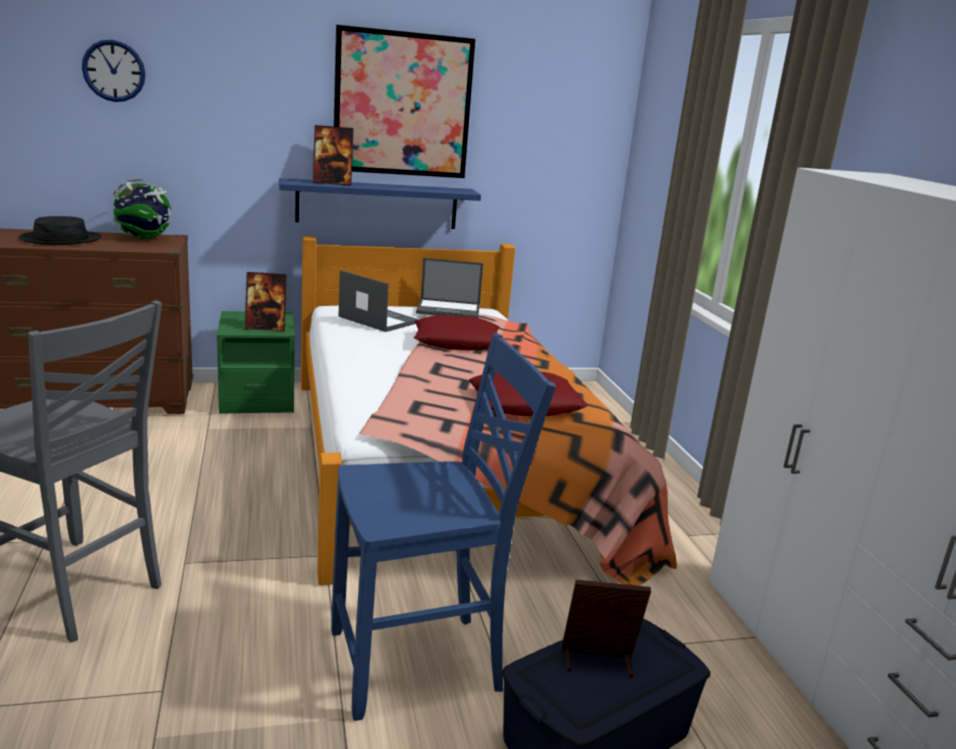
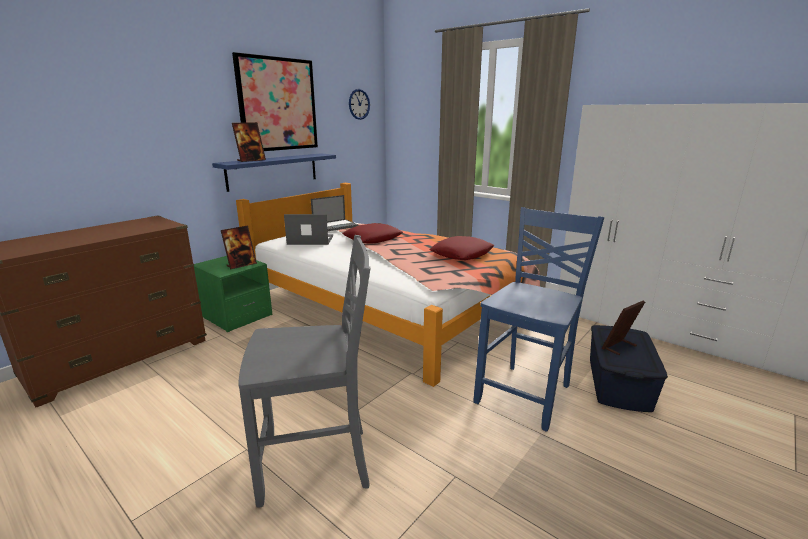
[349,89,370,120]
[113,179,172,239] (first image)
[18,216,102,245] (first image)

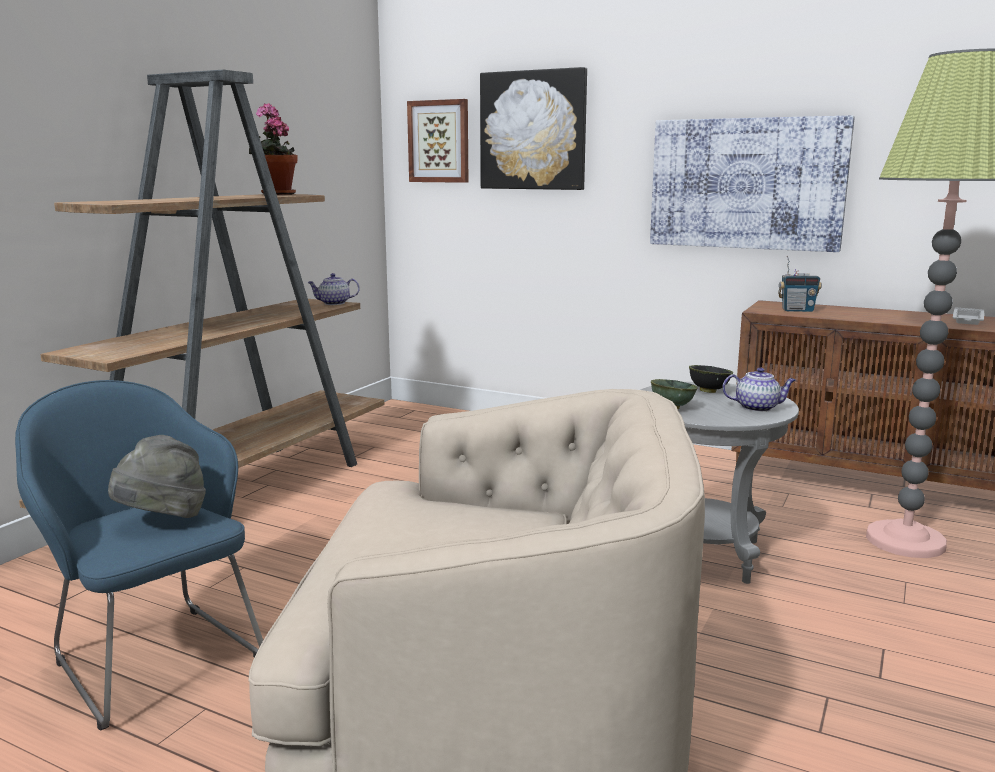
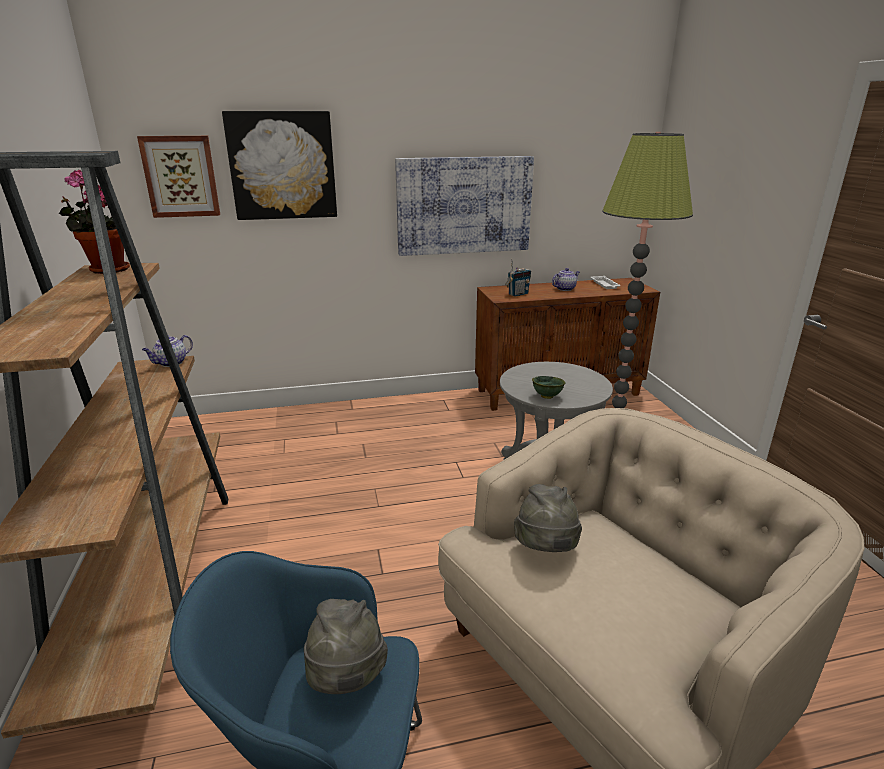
[689,365,733,393] (first image)
[552,268,579,291]
[514,484,582,552]

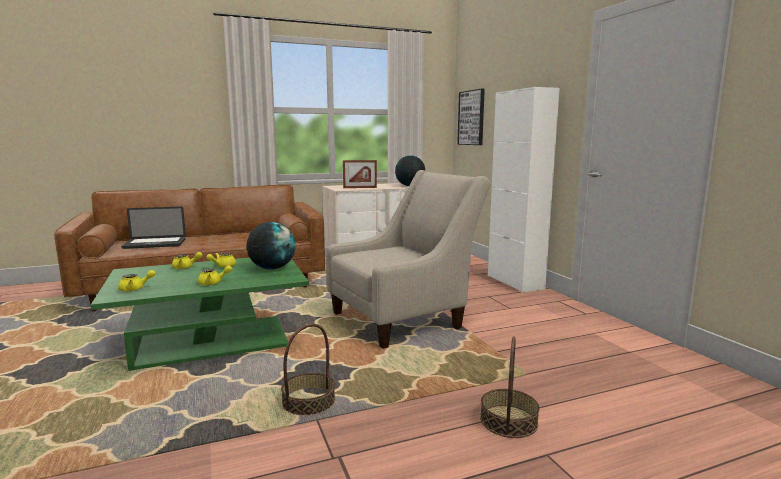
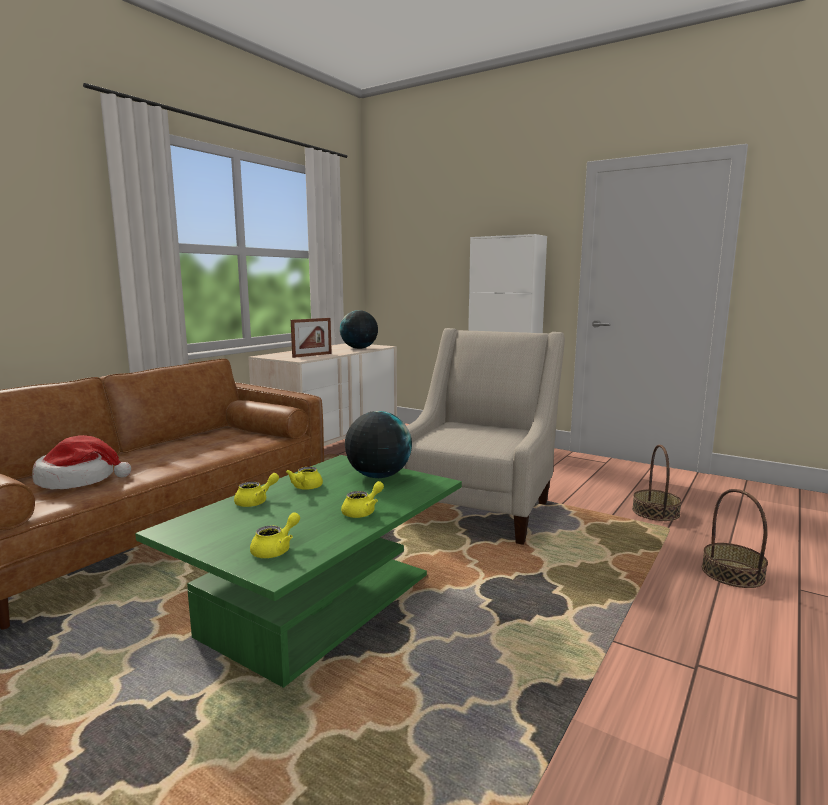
[457,88,485,145] (first image)
[32,435,131,489]
[632,445,682,521]

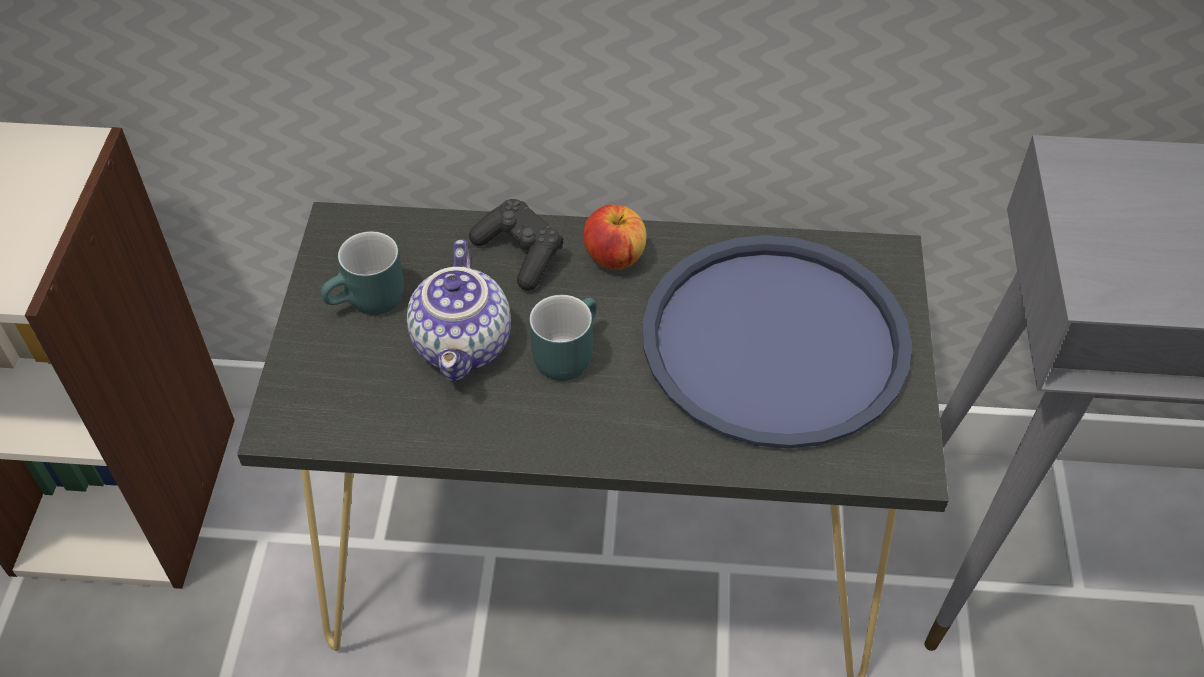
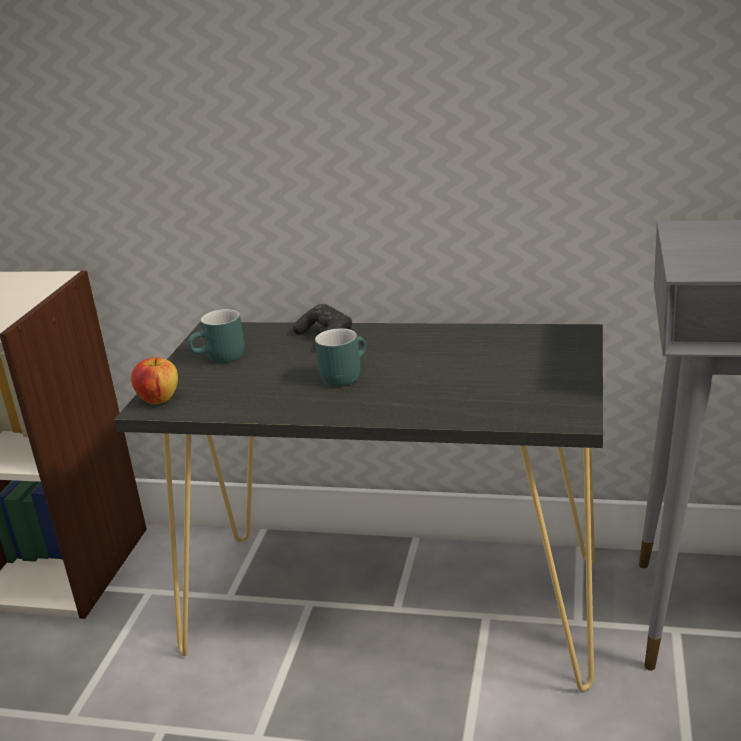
[131,357,178,404]
[642,235,912,448] (first image)
[407,240,511,381] (first image)

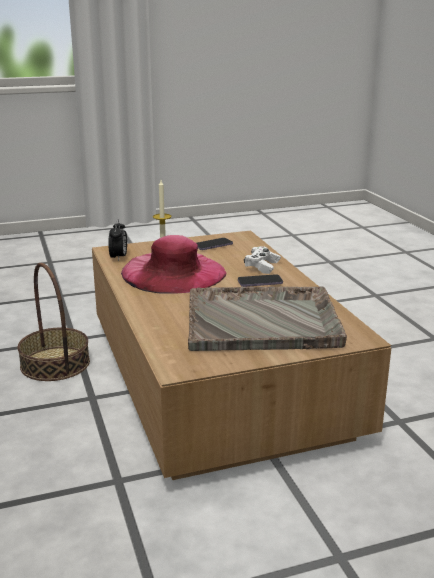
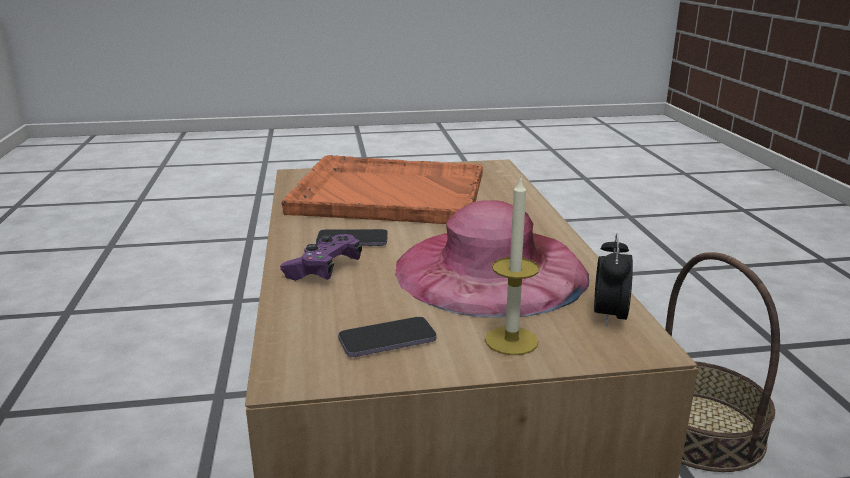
[280,234,362,281]
[281,155,483,224]

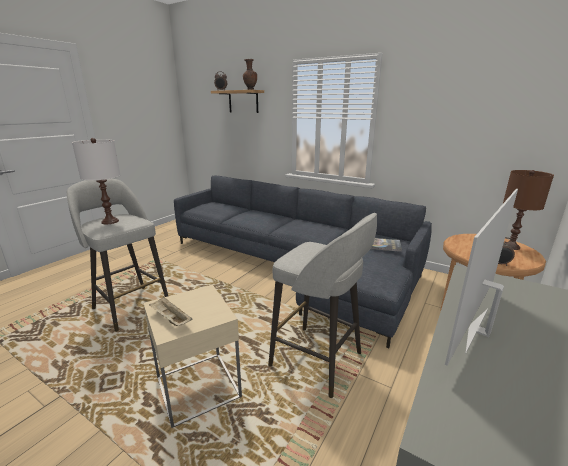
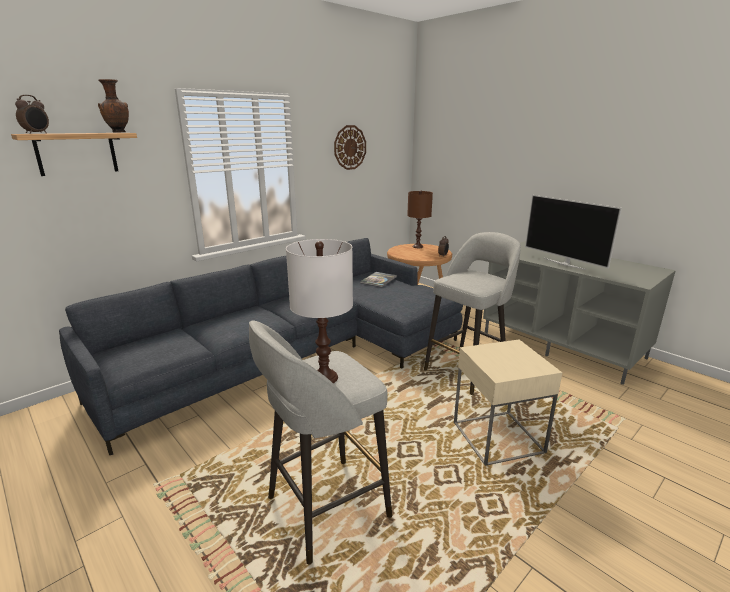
[149,297,192,326] (first image)
[334,125,366,170]

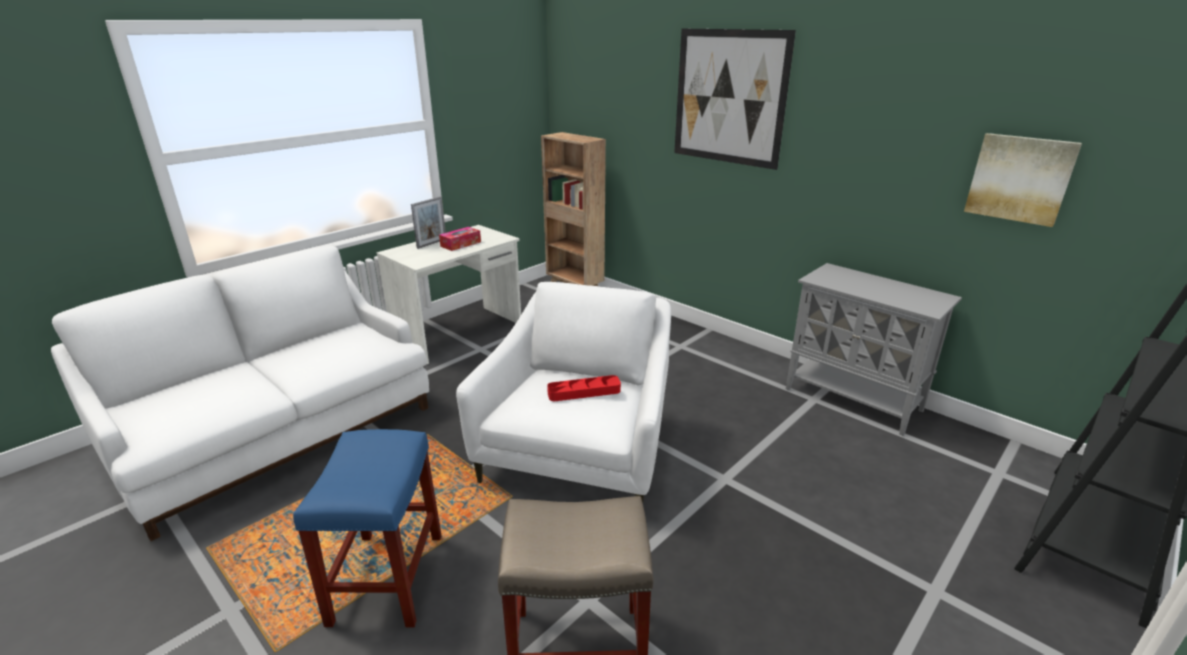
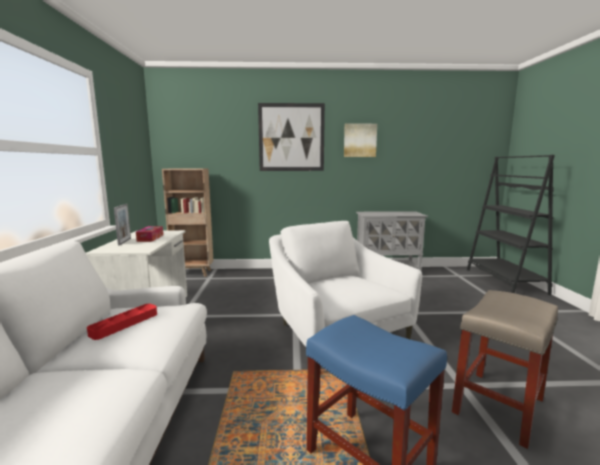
[344,124,377,157]
[87,304,157,340]

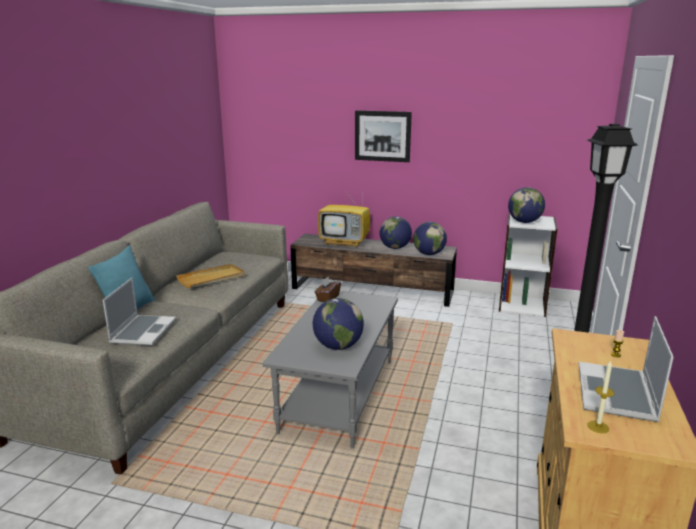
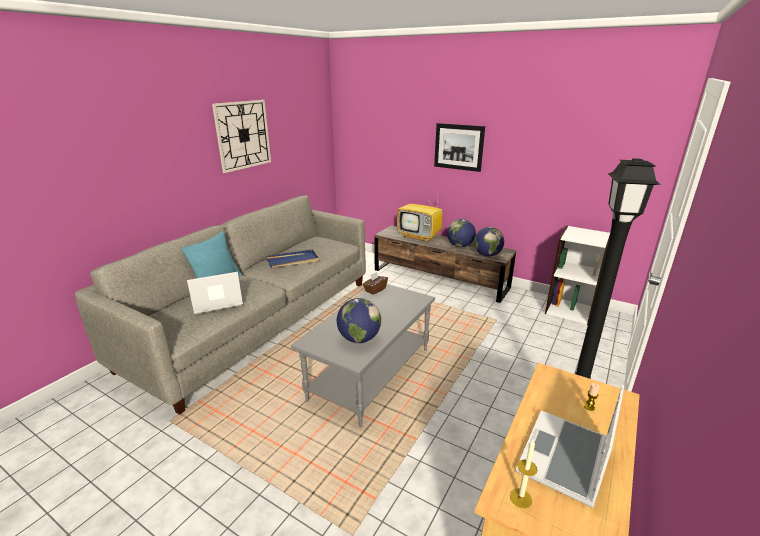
[508,187,545,223] (first image)
[266,250,319,268]
[187,272,243,314]
[212,100,271,173]

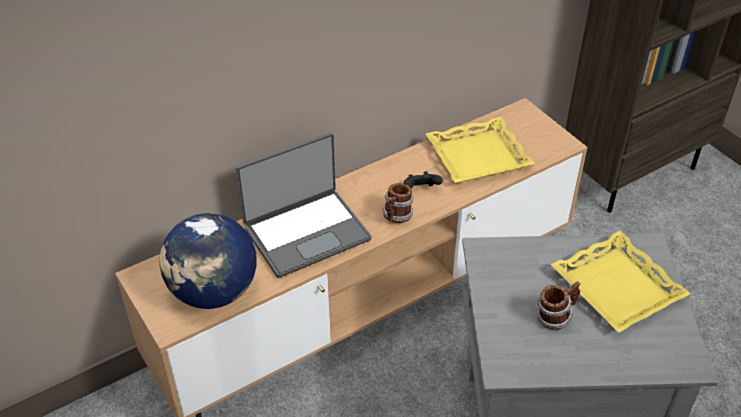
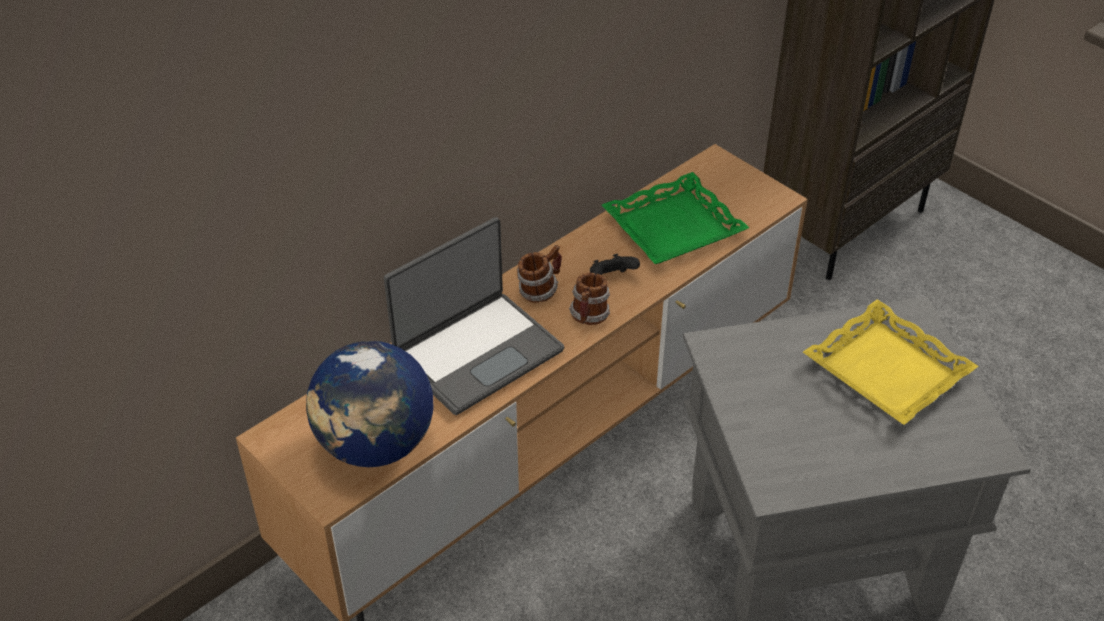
[602,172,749,264]
[517,245,562,303]

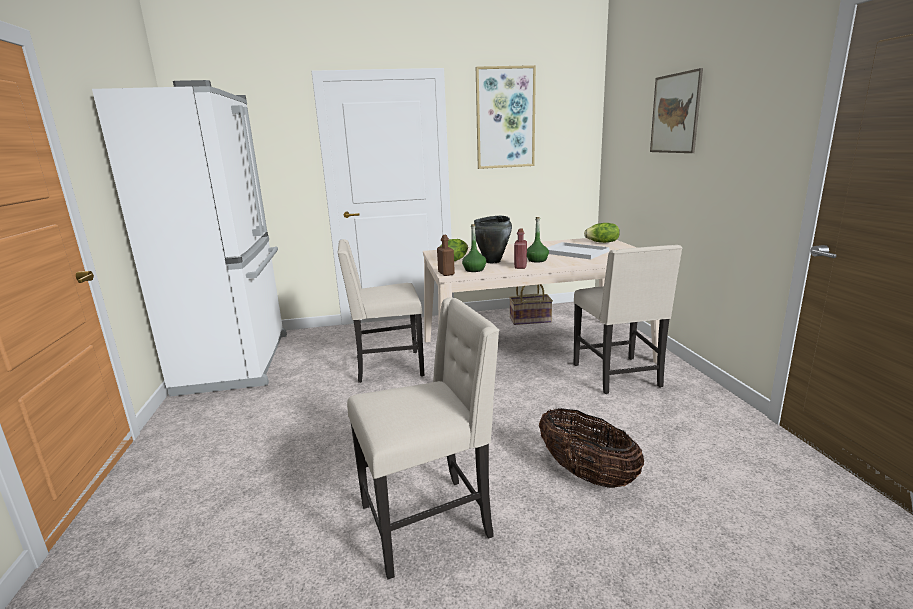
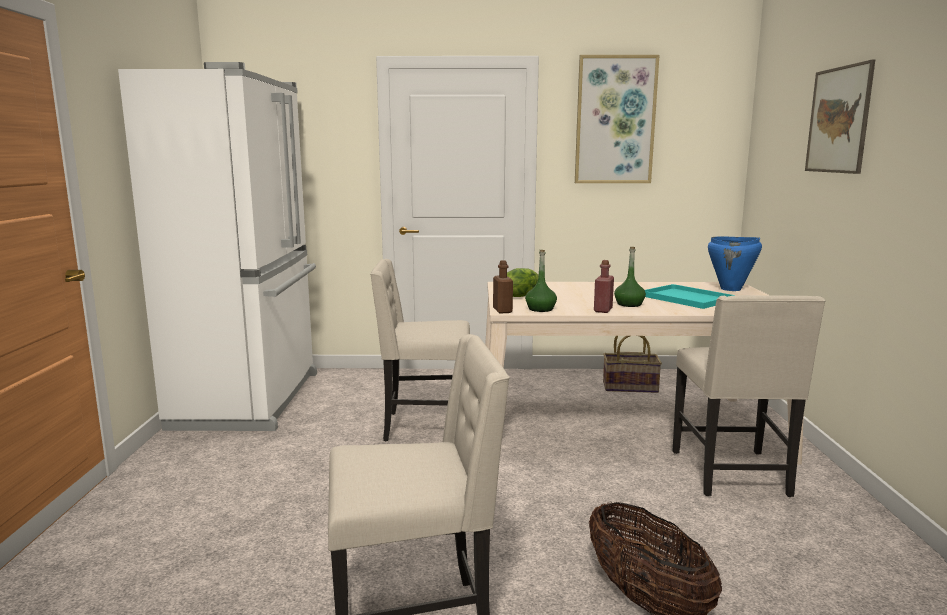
[474,216,512,263] (first image)
[708,237,762,291]
[645,284,735,309]

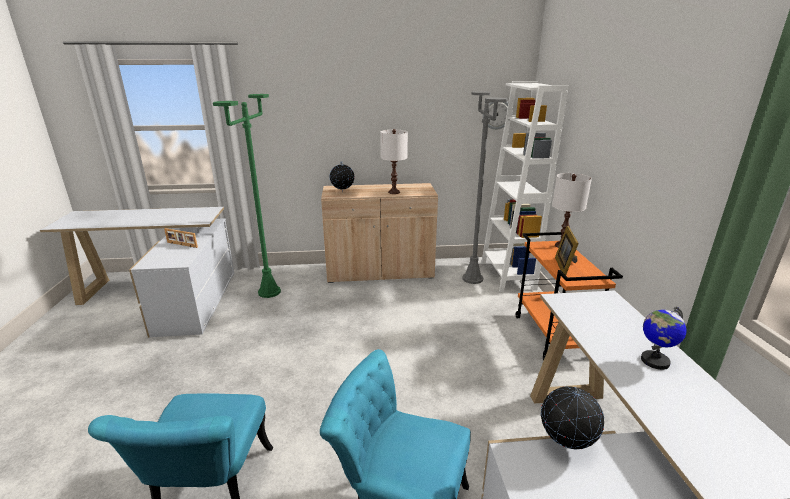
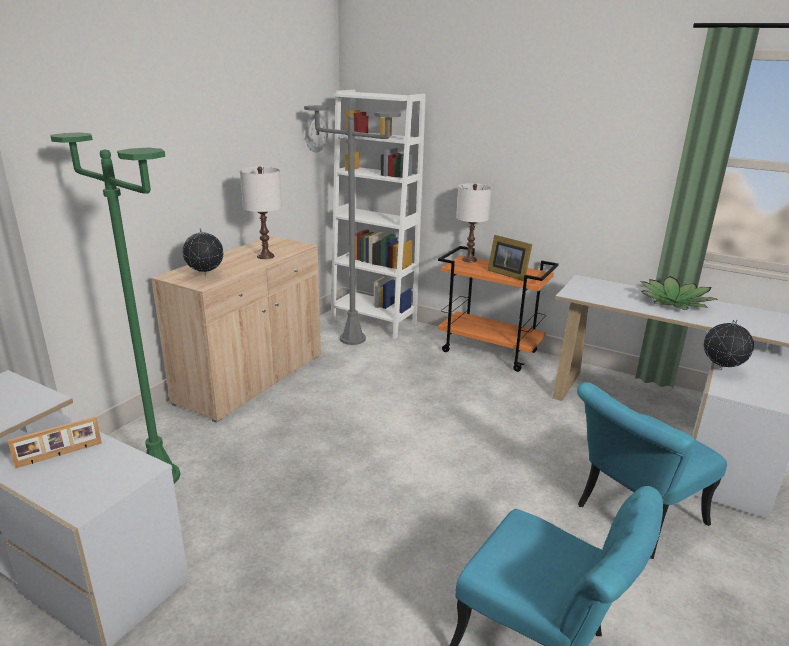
[640,276,717,310]

